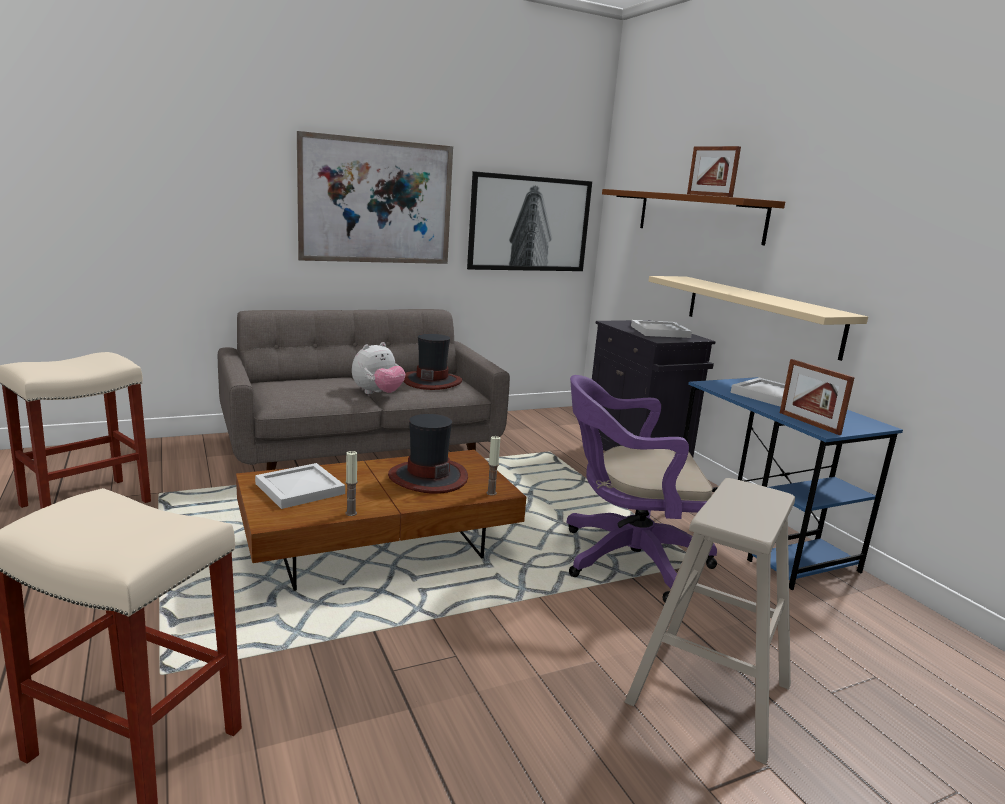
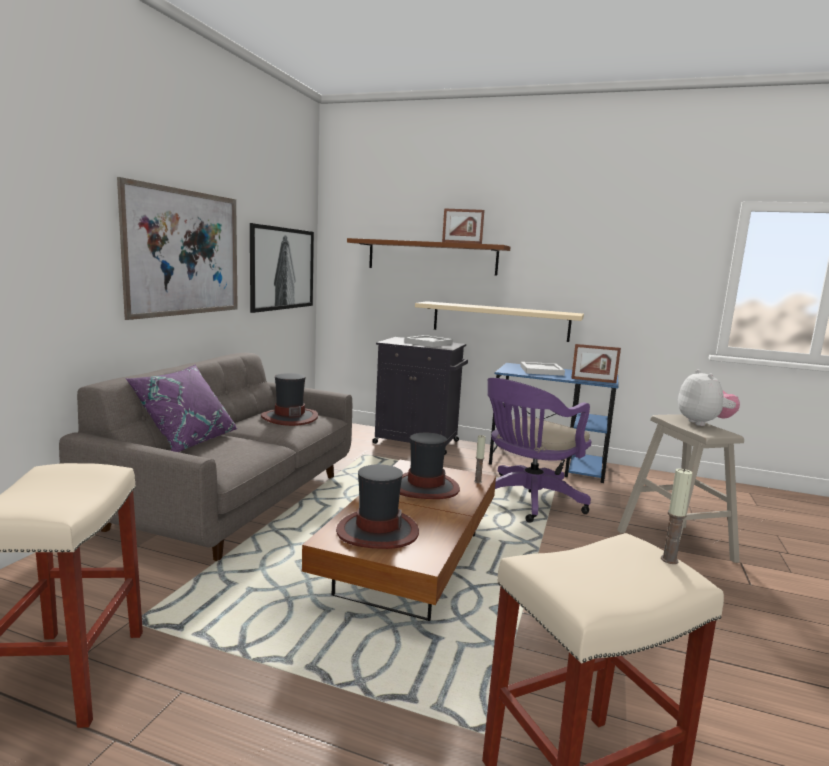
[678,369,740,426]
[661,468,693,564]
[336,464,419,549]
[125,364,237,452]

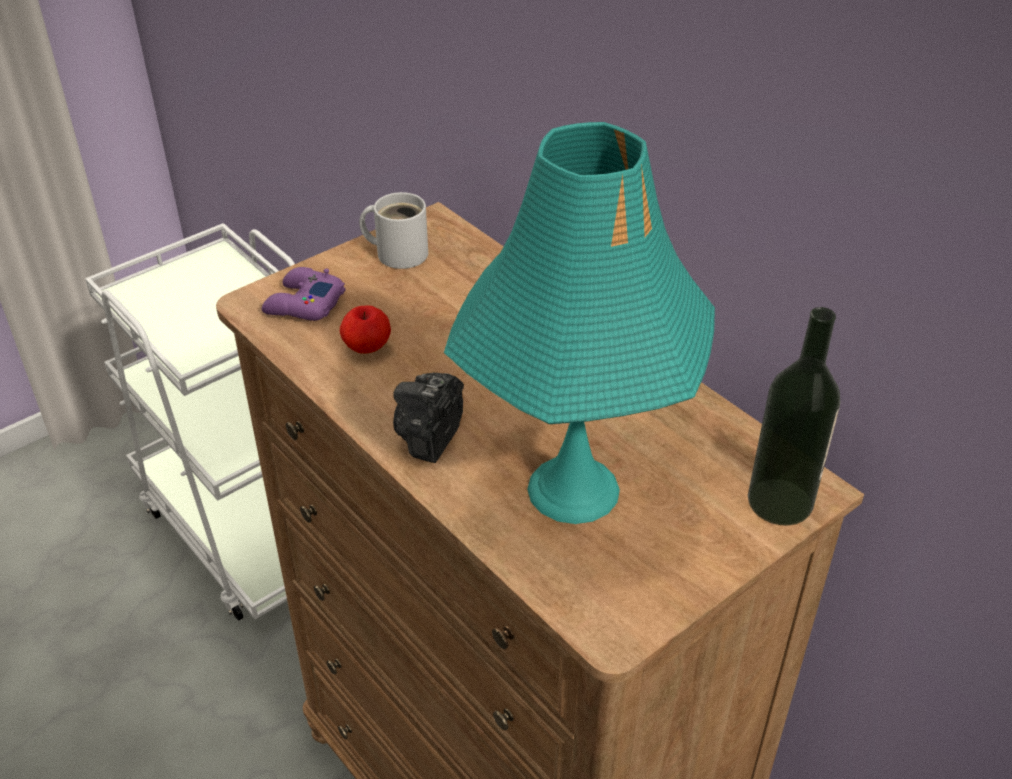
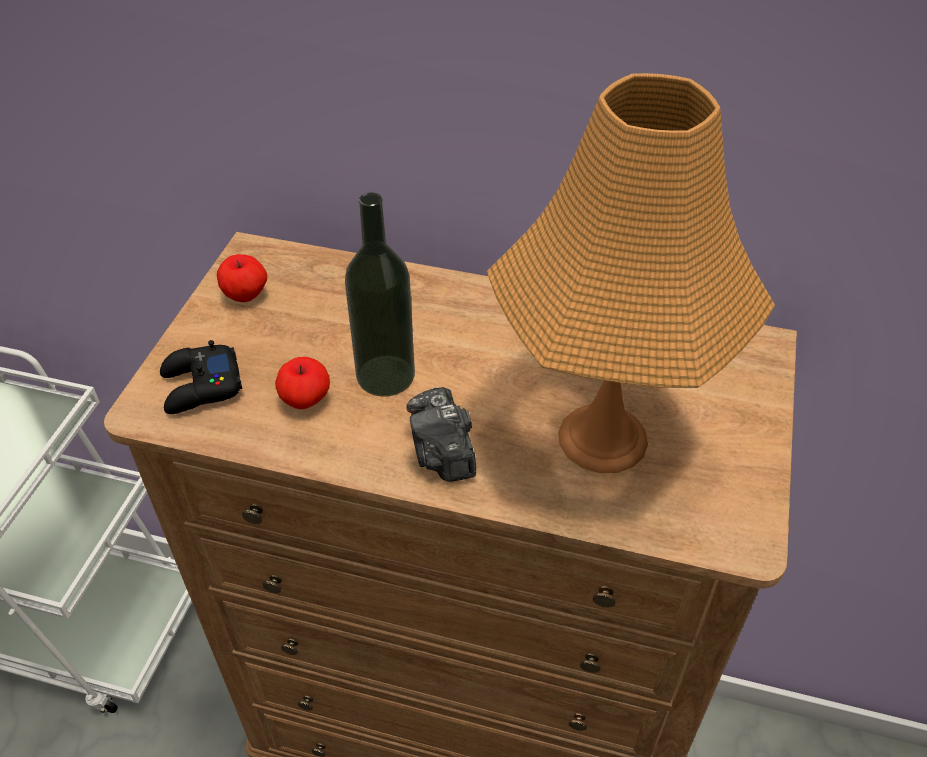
[486,73,775,473]
[217,254,267,302]
[160,340,242,414]
[345,192,415,397]

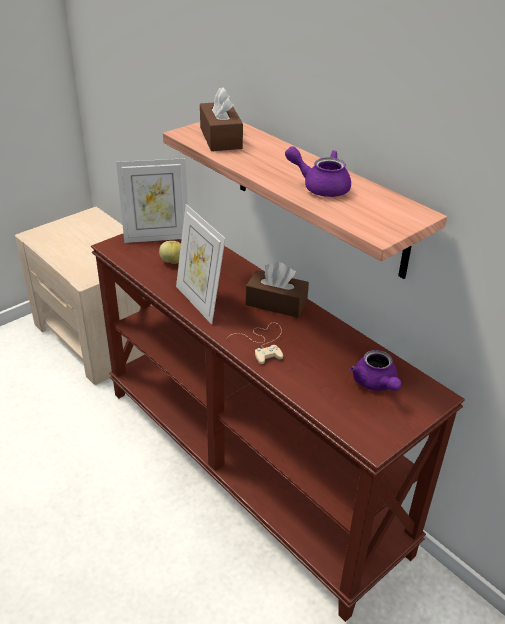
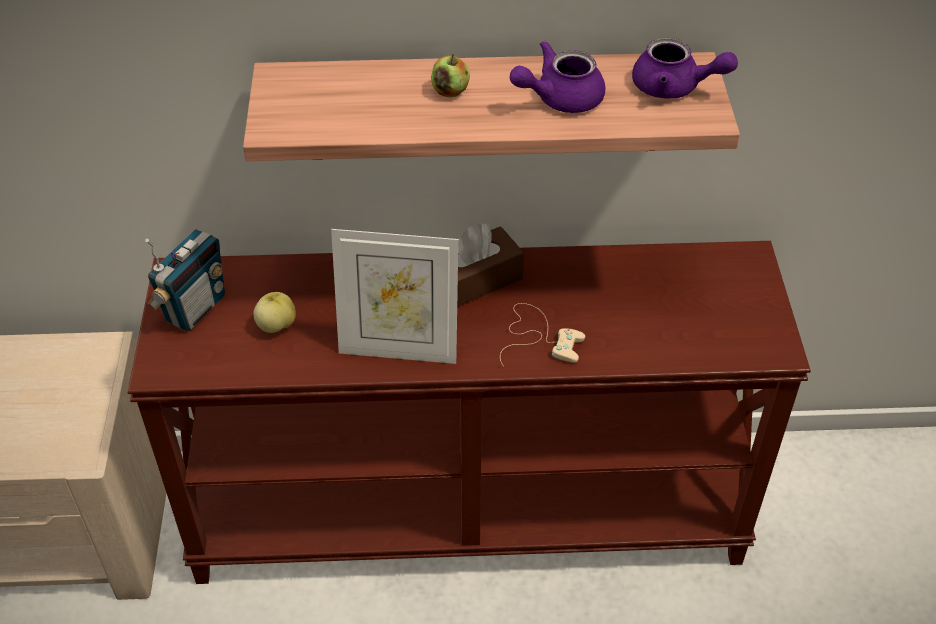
[200,88,243,151] (first image)
[145,229,225,331]
[632,38,738,99]
[431,54,470,97]

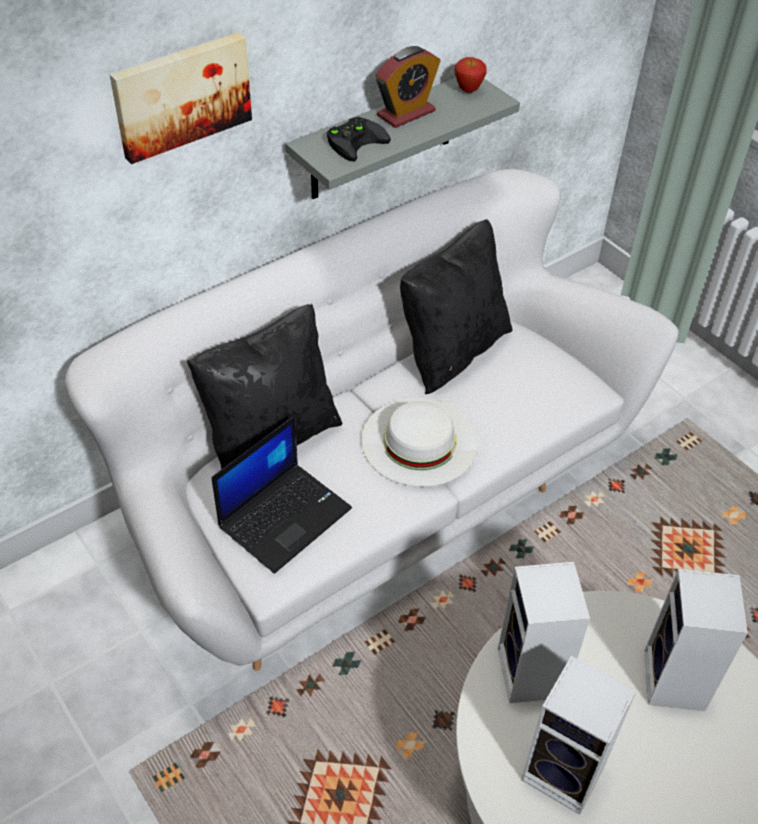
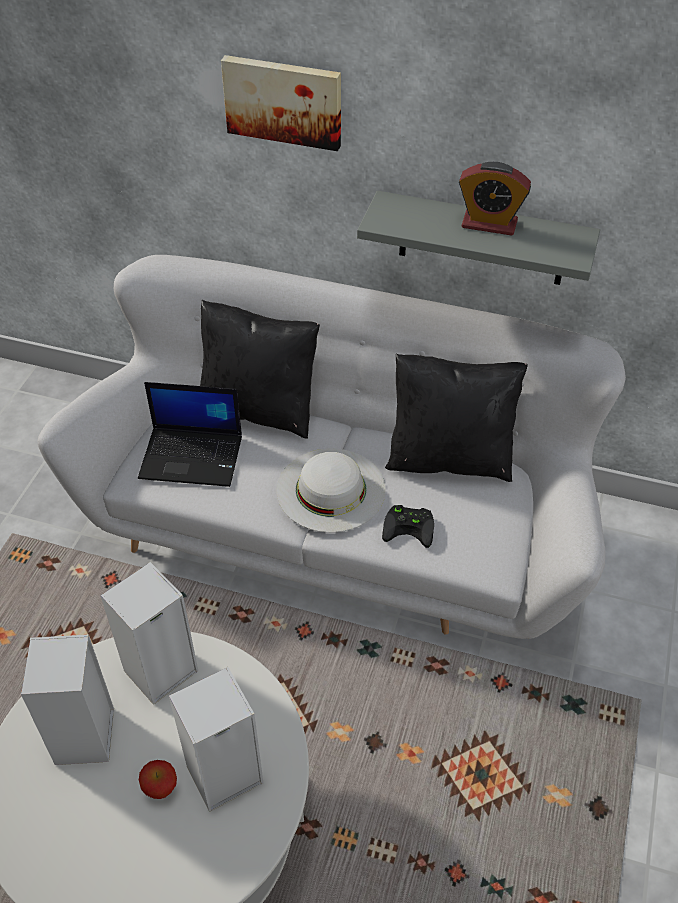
[139,760,177,799]
[382,505,434,548]

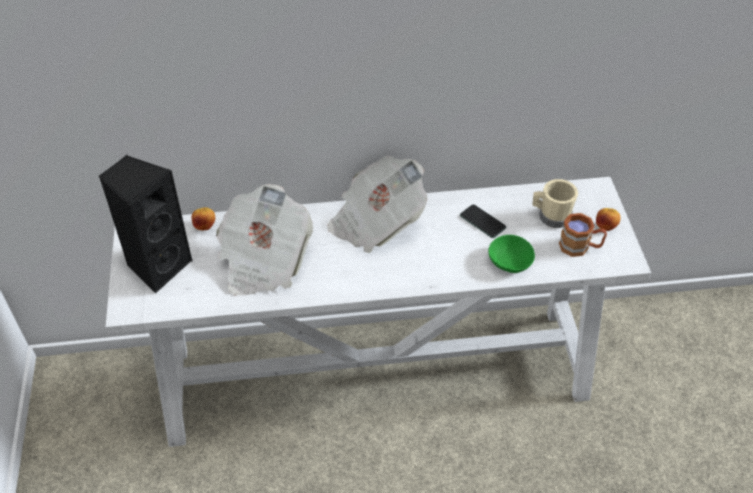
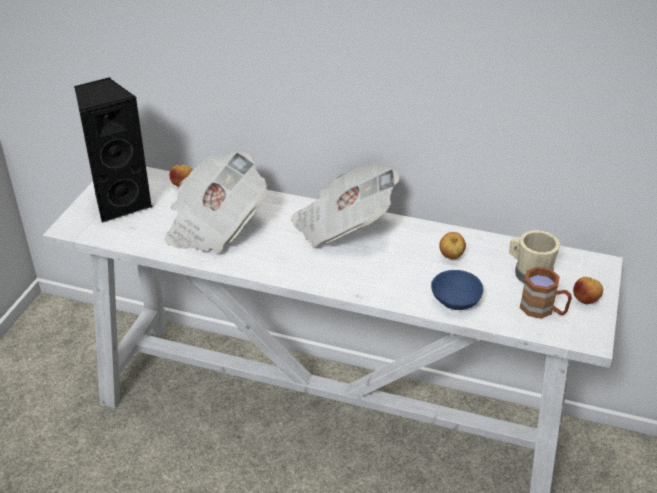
[439,232,466,259]
[431,270,483,310]

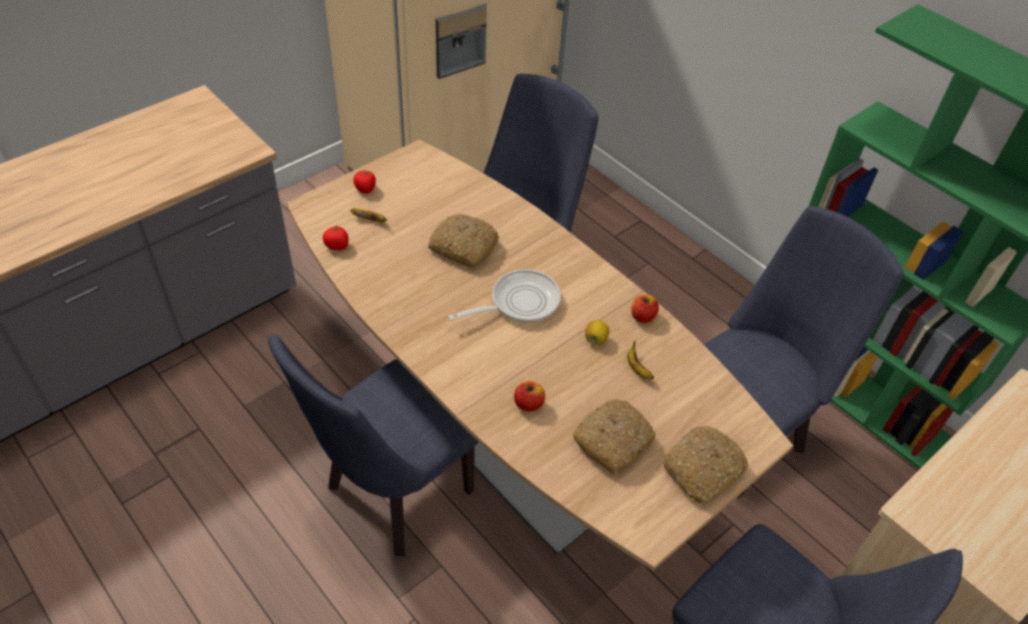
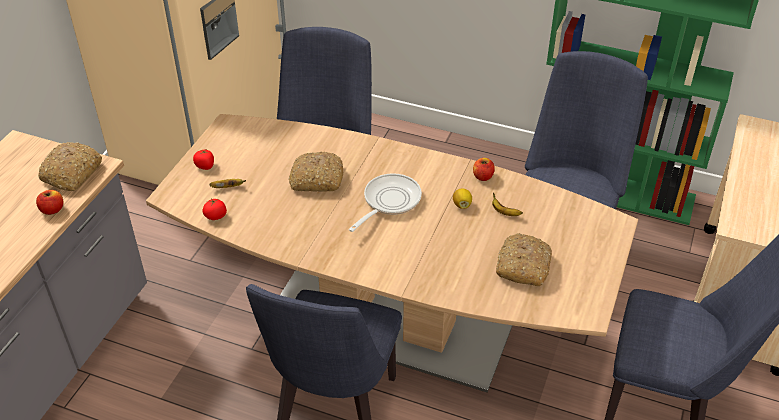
[36,190,63,215]
[38,142,102,191]

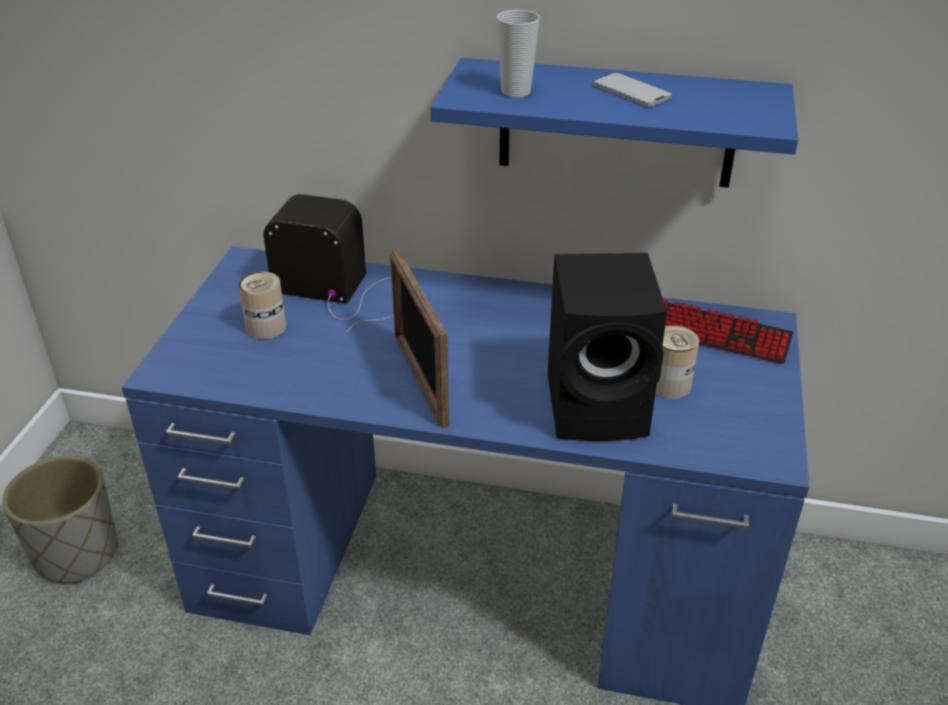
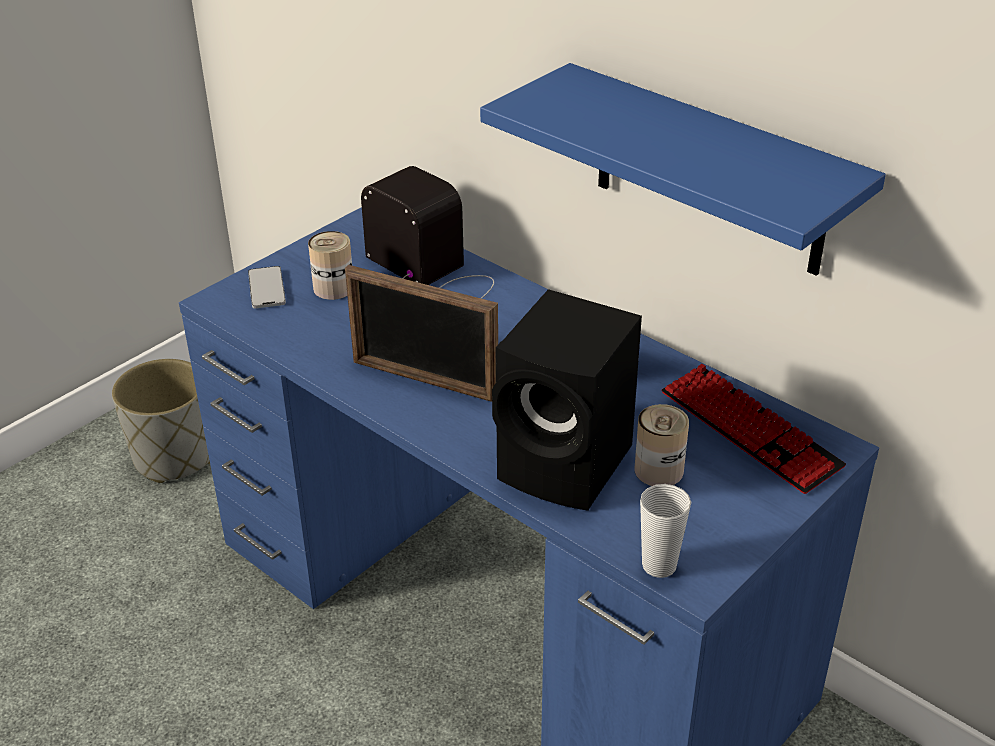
[640,484,691,578]
[248,266,286,309]
[345,265,498,402]

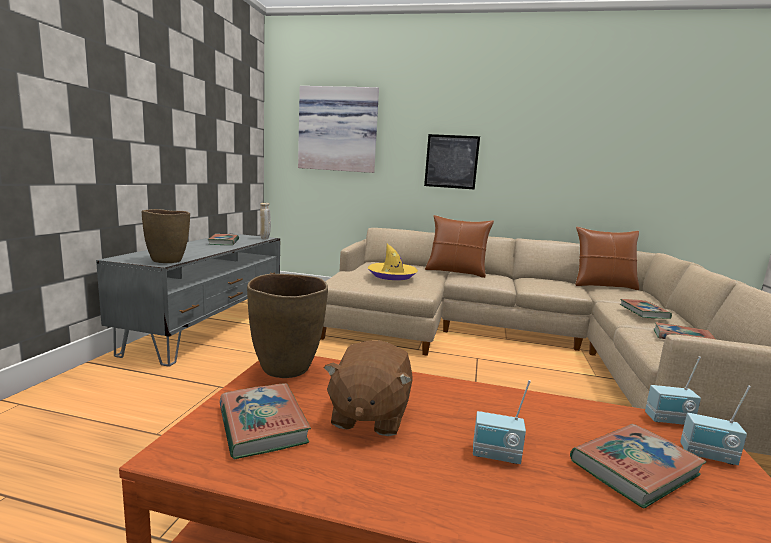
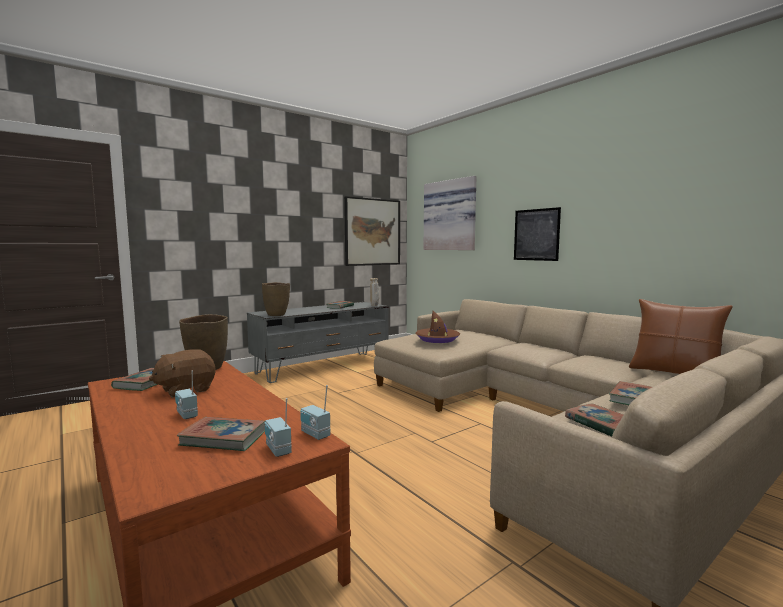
[425,215,494,278] (first image)
[416,311,460,343]
[344,196,400,266]

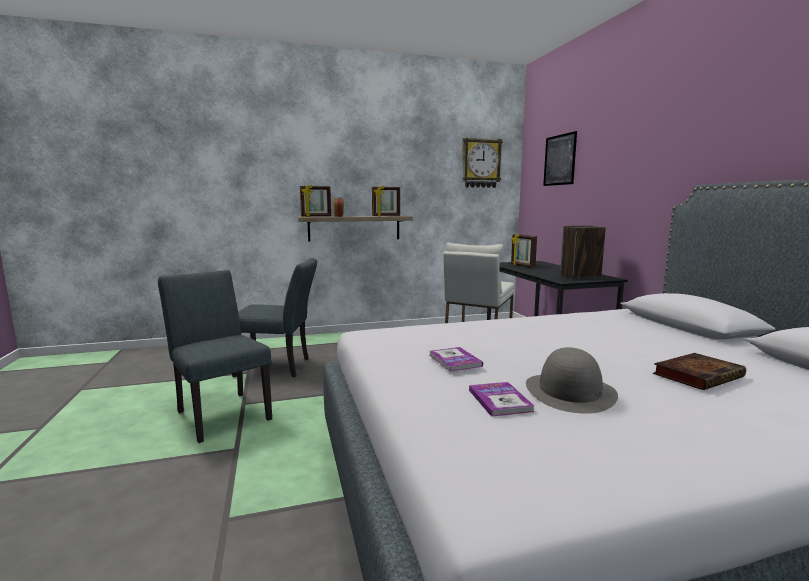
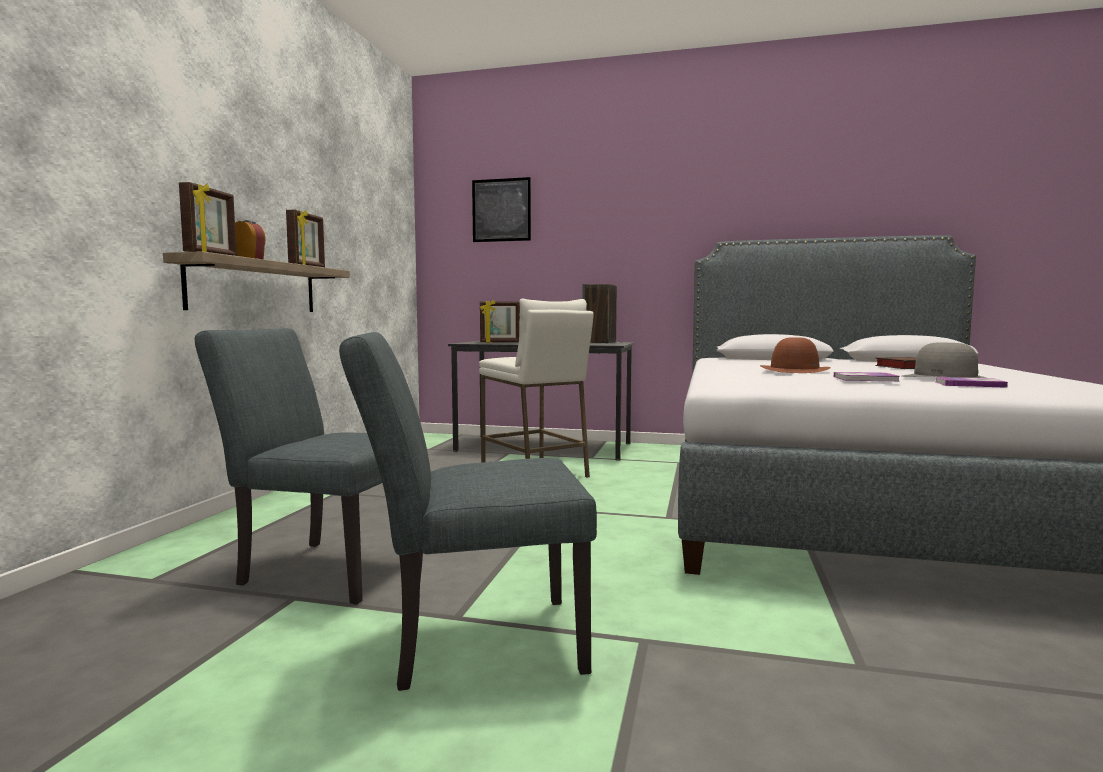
[462,138,503,188] (first image)
[195,328,382,605]
[760,337,831,373]

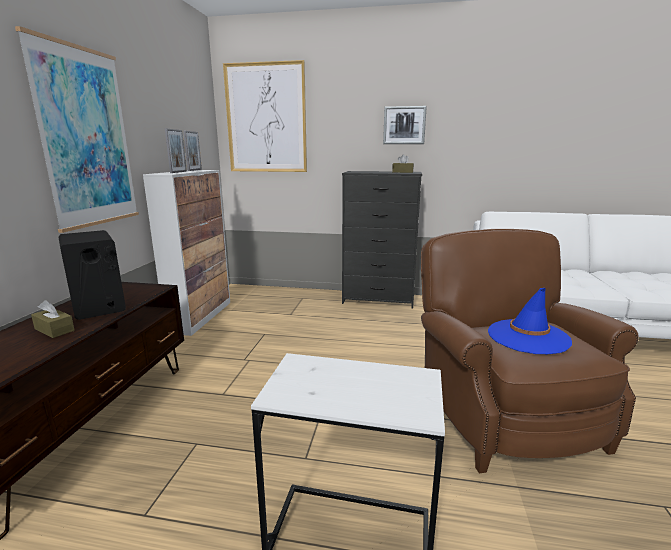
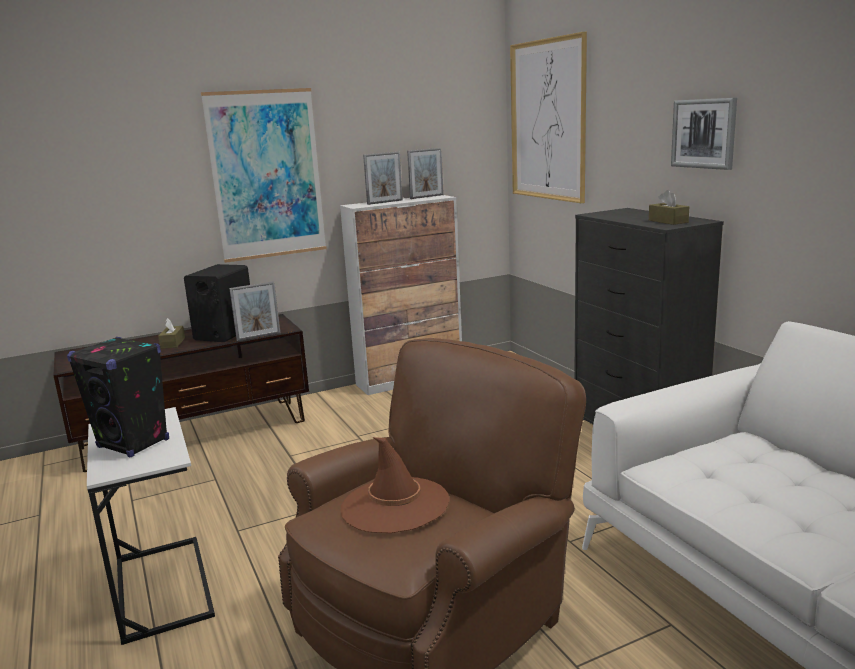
[341,437,450,533]
[229,281,280,341]
[67,337,169,457]

